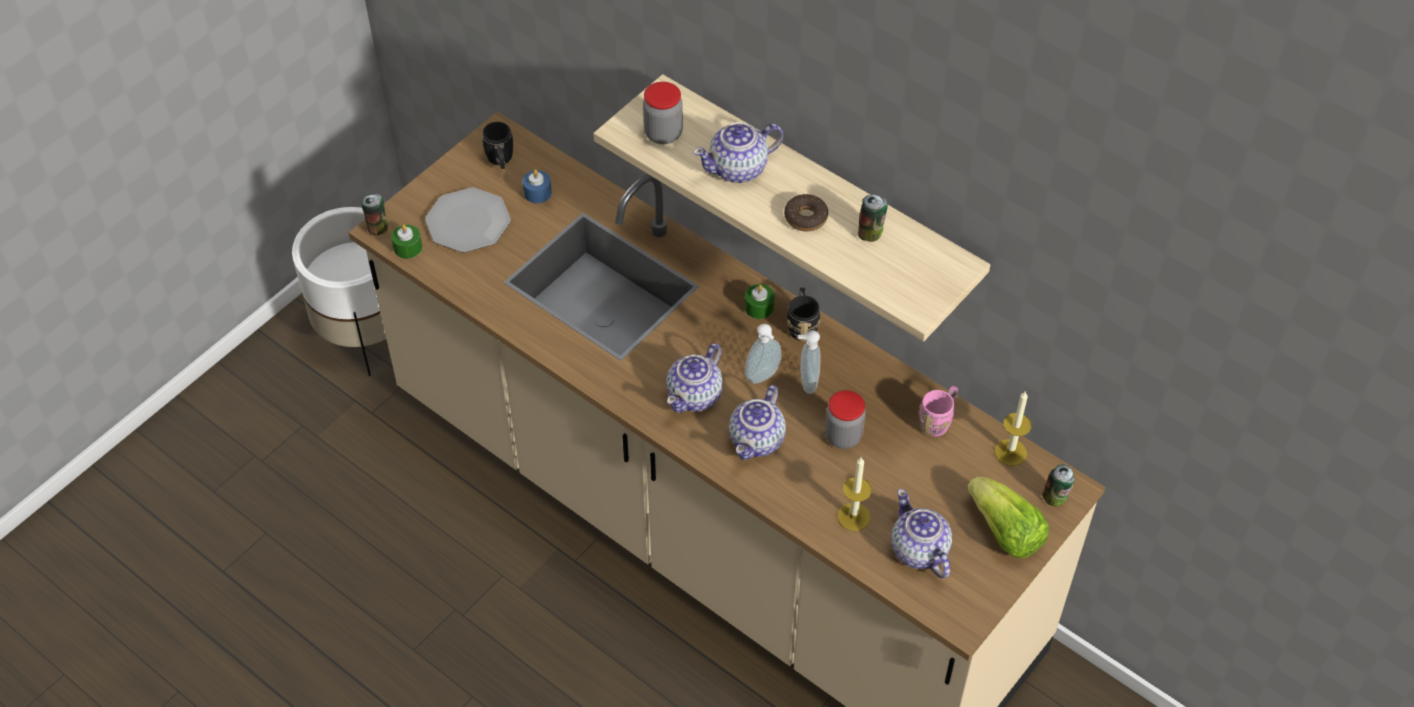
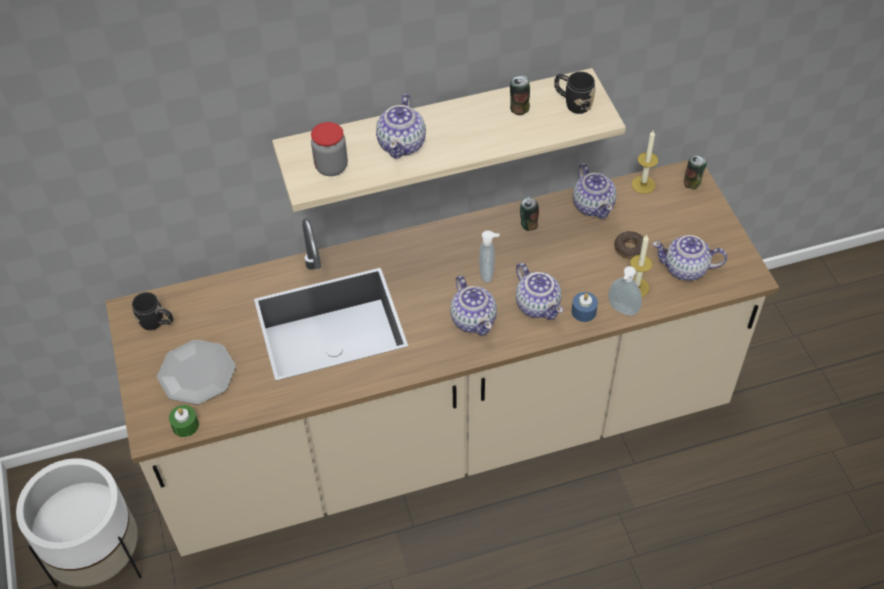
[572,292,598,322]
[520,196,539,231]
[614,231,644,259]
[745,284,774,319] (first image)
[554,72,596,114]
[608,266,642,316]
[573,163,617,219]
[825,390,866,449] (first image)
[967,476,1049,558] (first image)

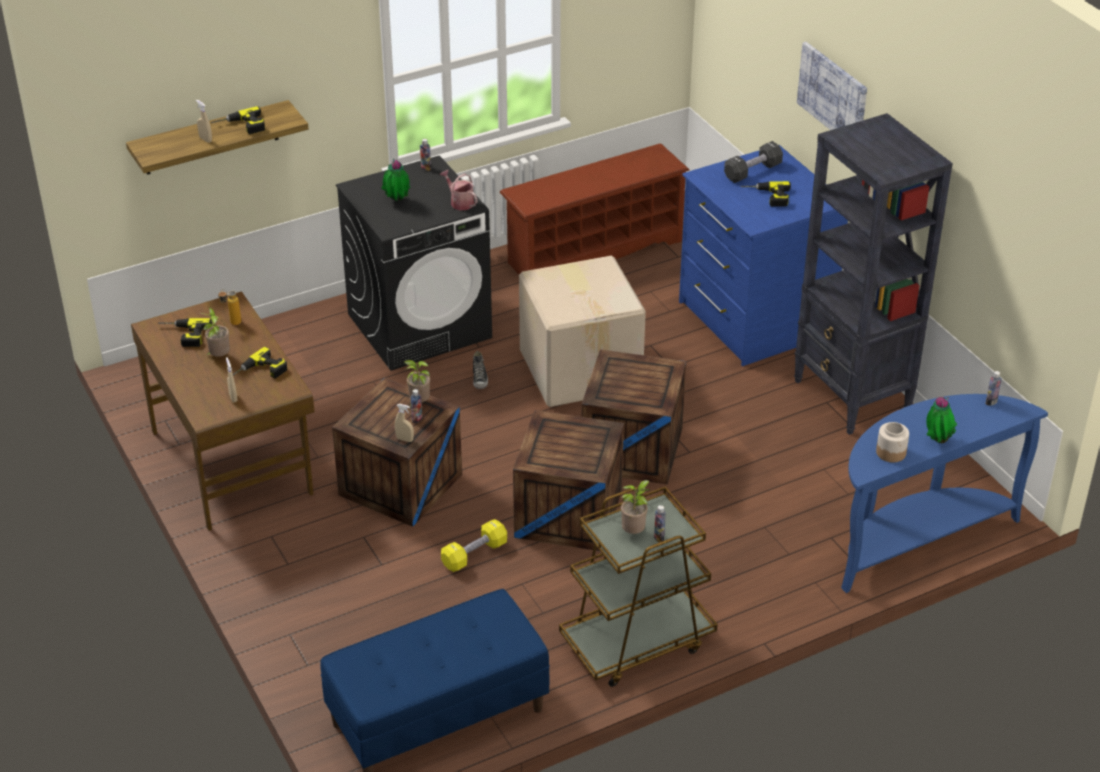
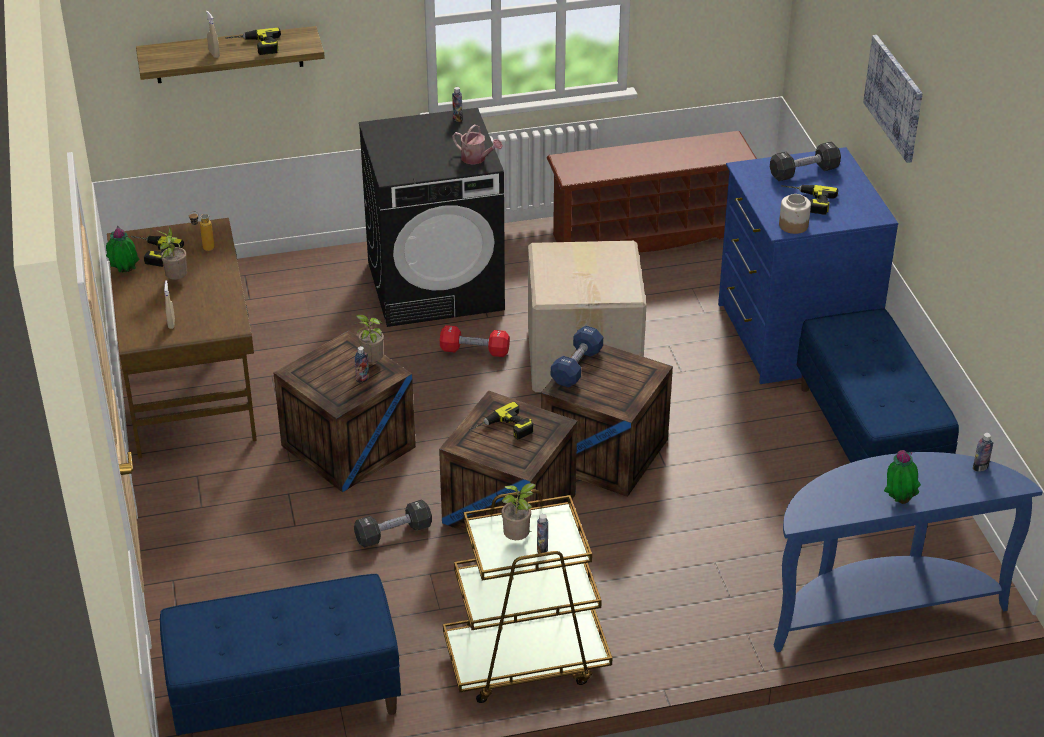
[797,308,959,463]
[106,226,139,273]
[452,124,503,165]
[469,402,533,440]
[440,325,510,357]
[395,404,414,442] (first image)
[779,194,811,234]
[354,500,432,547]
[551,326,603,387]

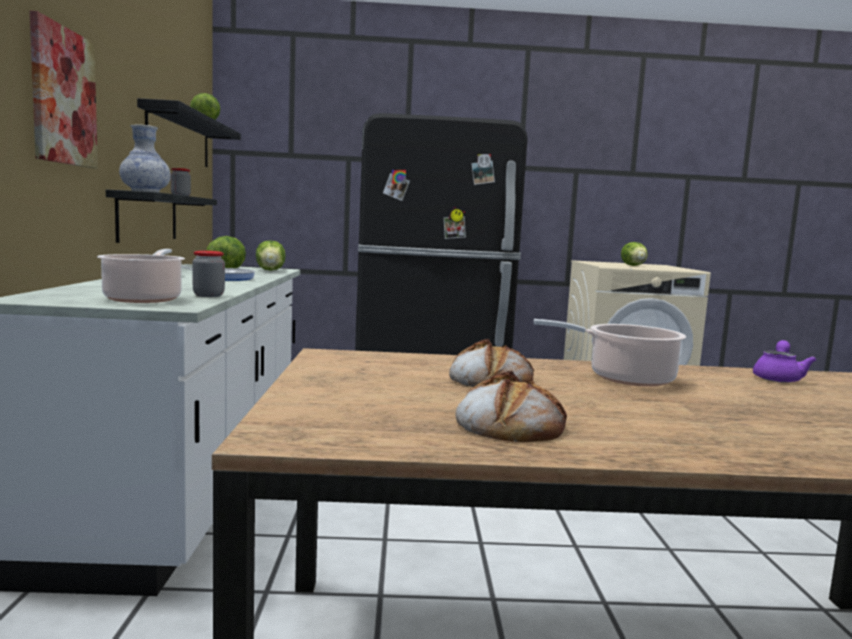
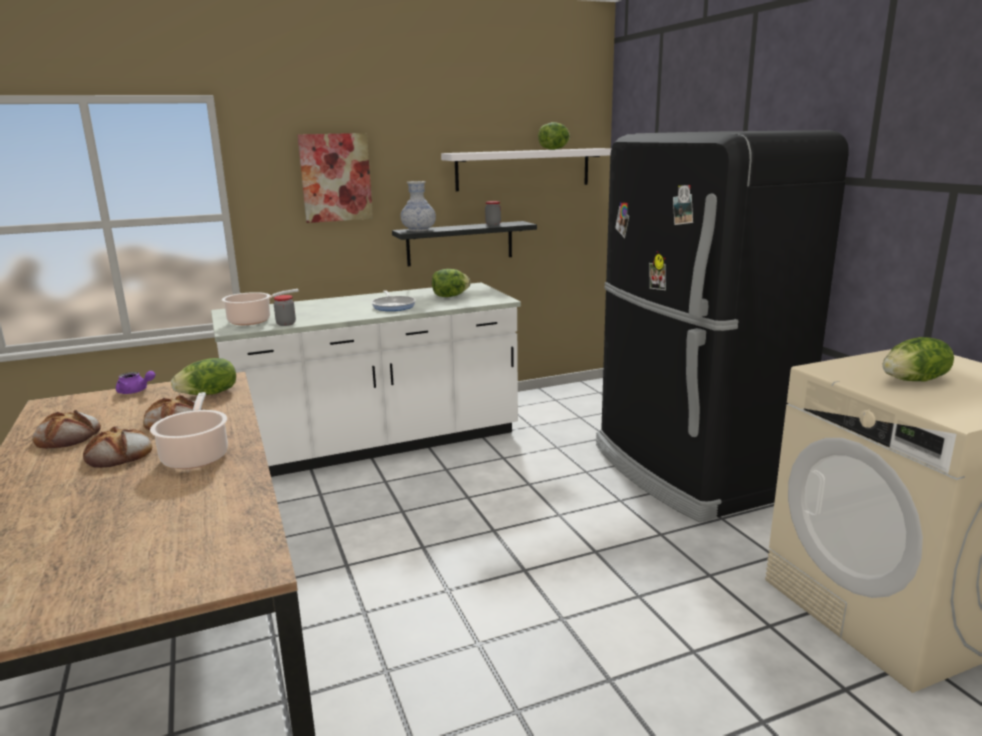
[441,148,611,191]
[171,358,236,395]
[116,371,155,394]
[83,426,152,468]

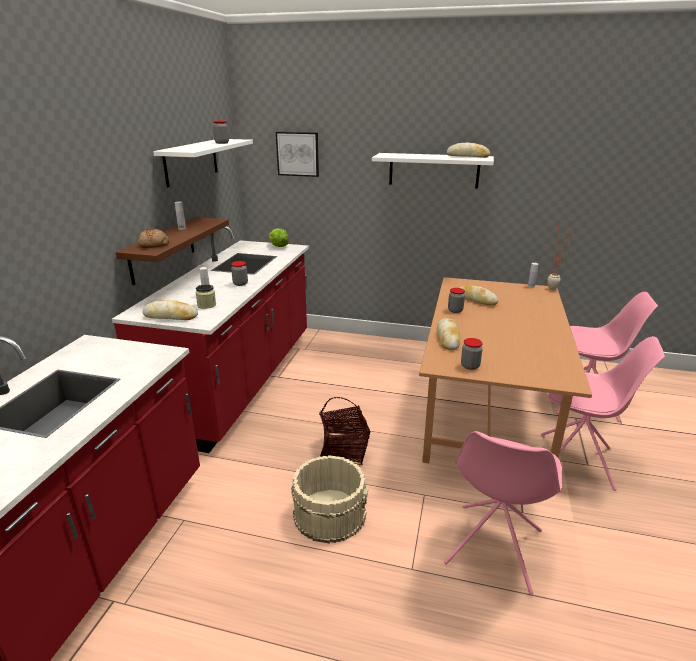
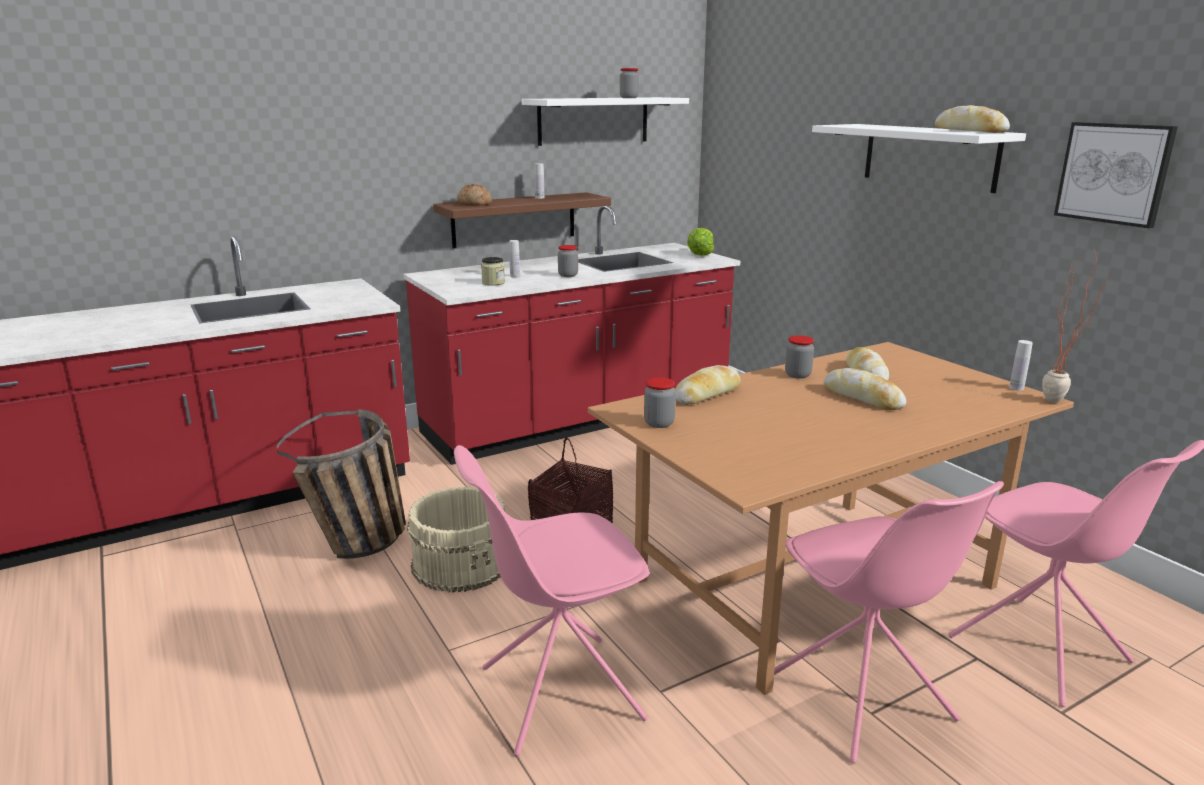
[1054,122,1178,228]
[824,368,906,410]
[277,409,406,559]

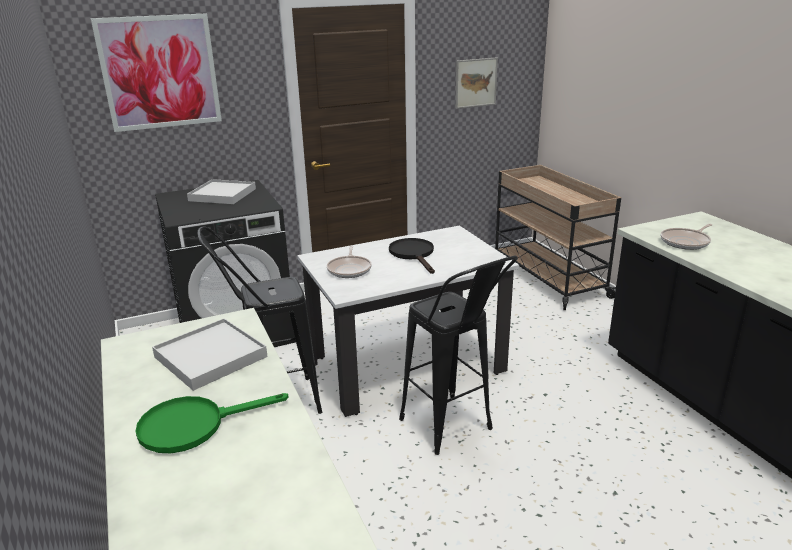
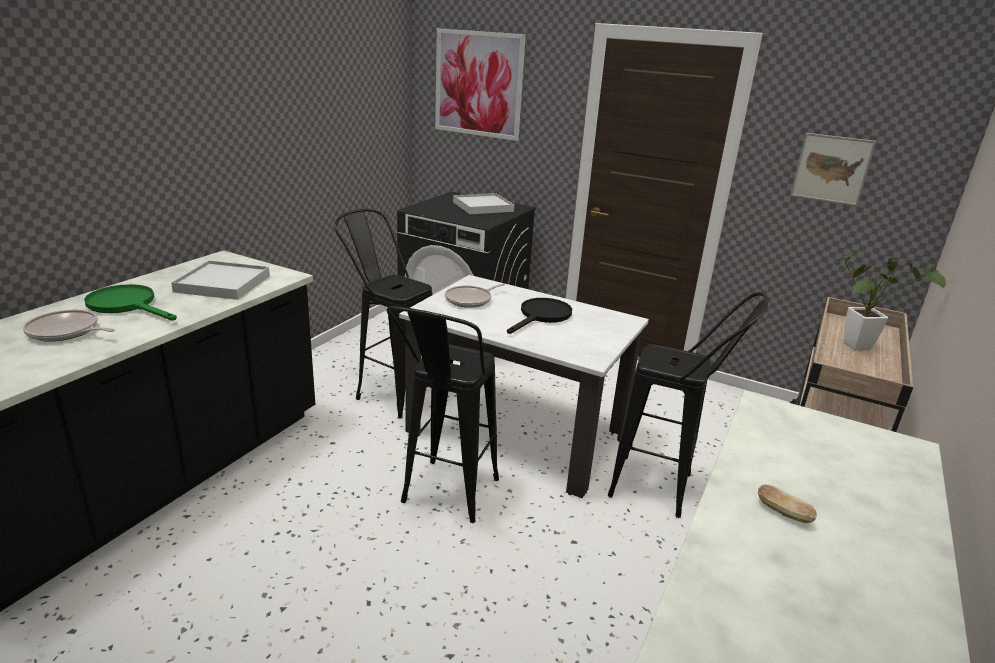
[23,310,115,342]
[833,252,946,351]
[608,292,769,518]
[758,484,817,523]

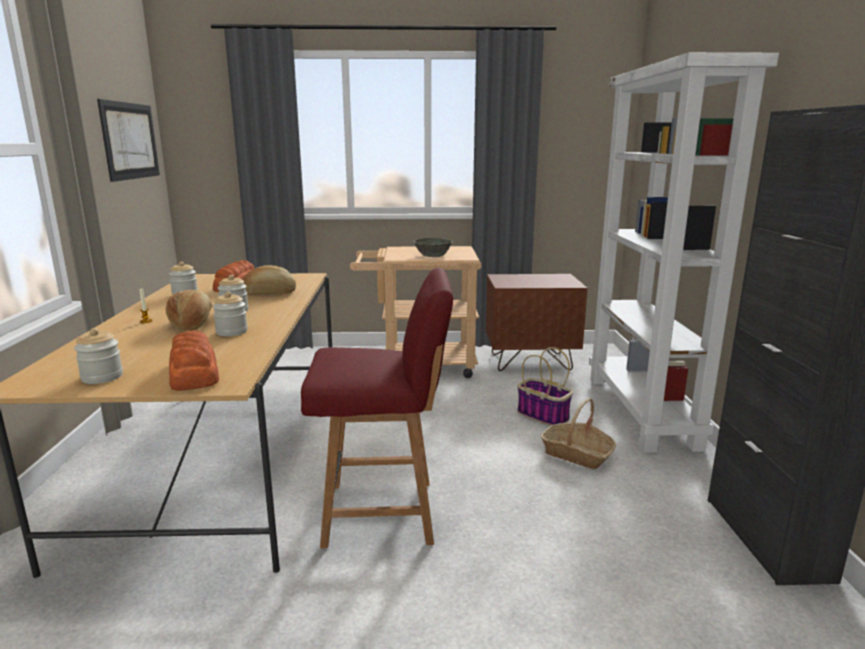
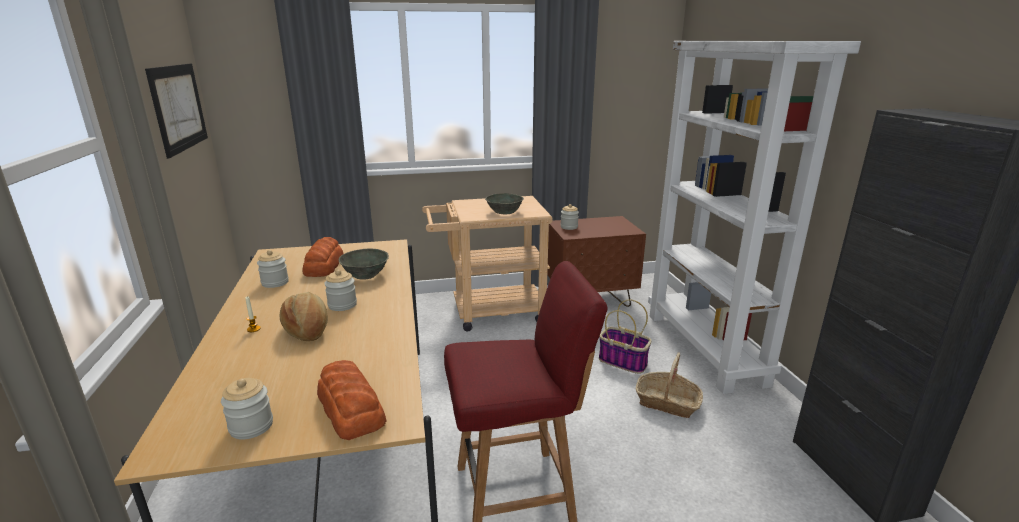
[339,249,389,280]
[561,204,579,230]

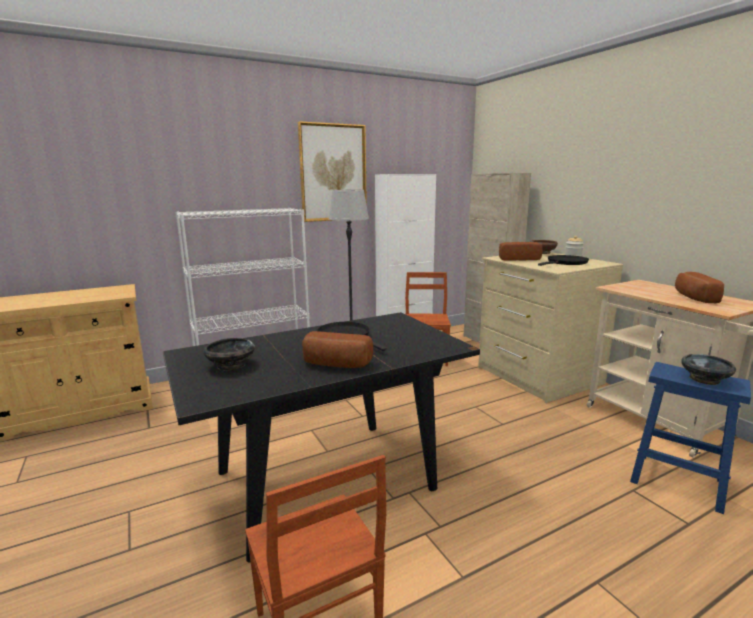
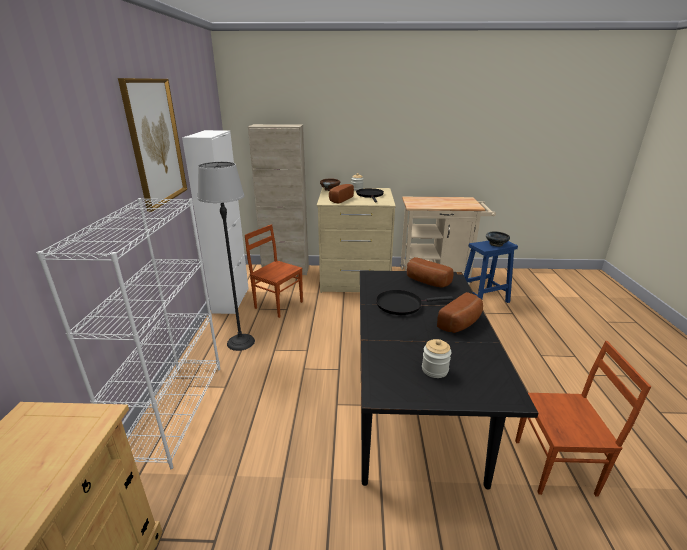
[407,257,454,288]
[422,339,451,378]

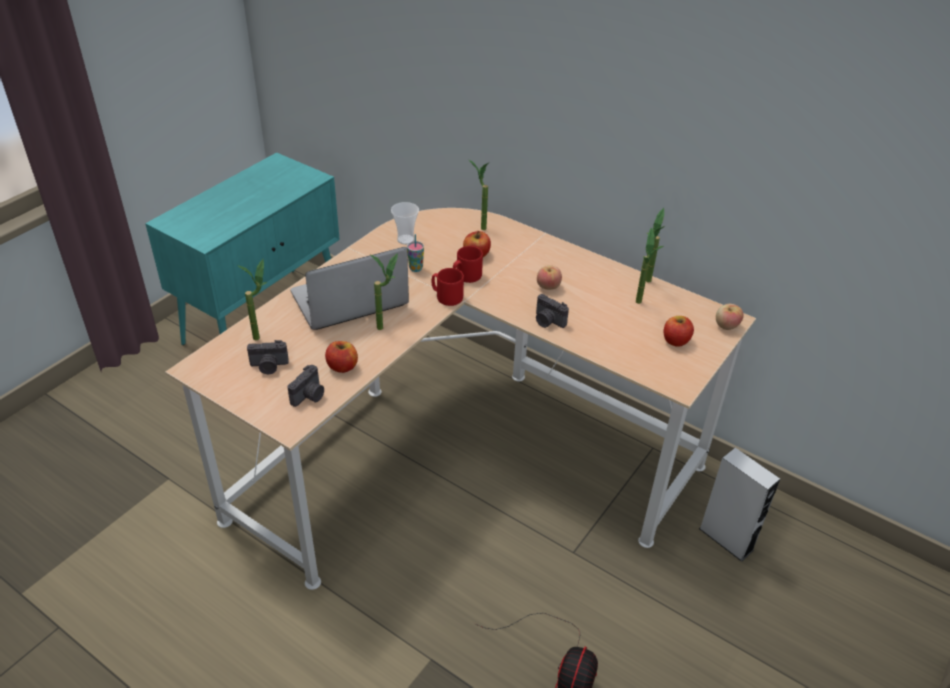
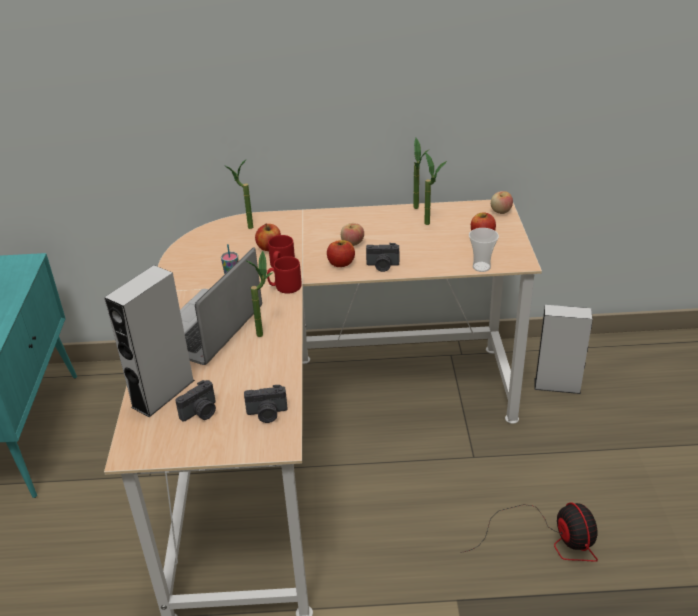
[469,228,499,272]
[104,265,195,417]
[327,240,355,267]
[244,385,288,423]

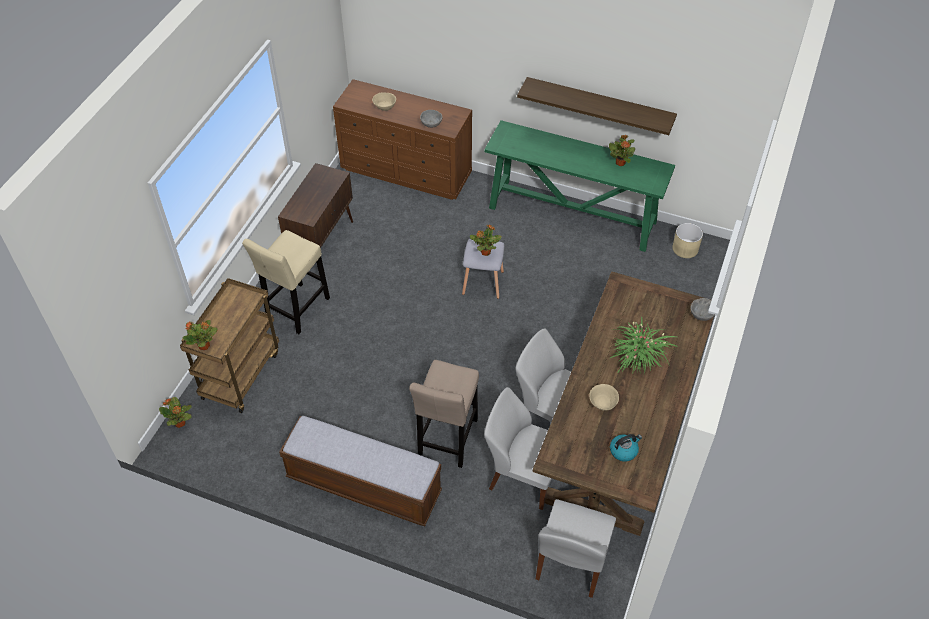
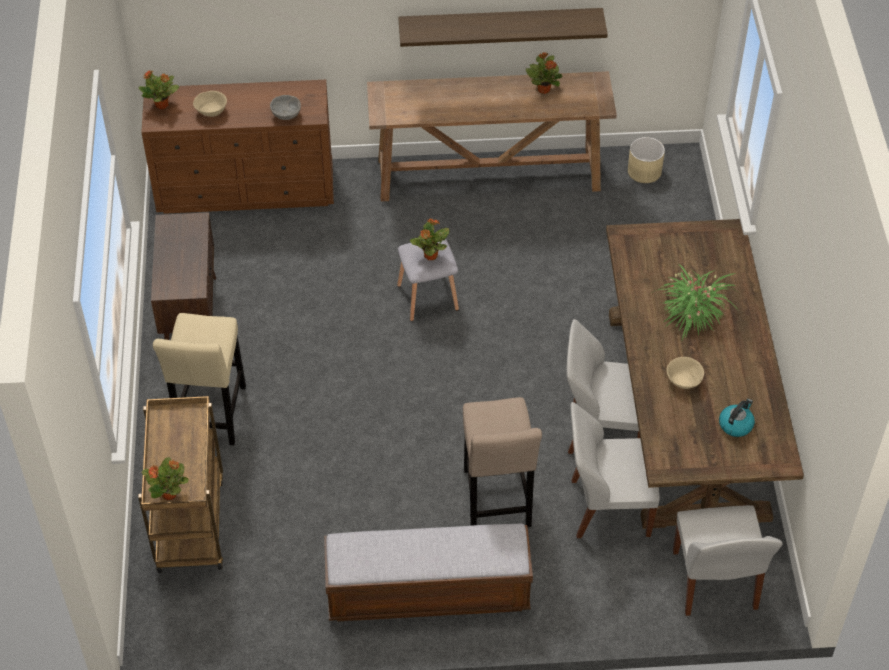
[367,71,617,201]
[691,298,715,321] (first image)
[138,70,179,109]

